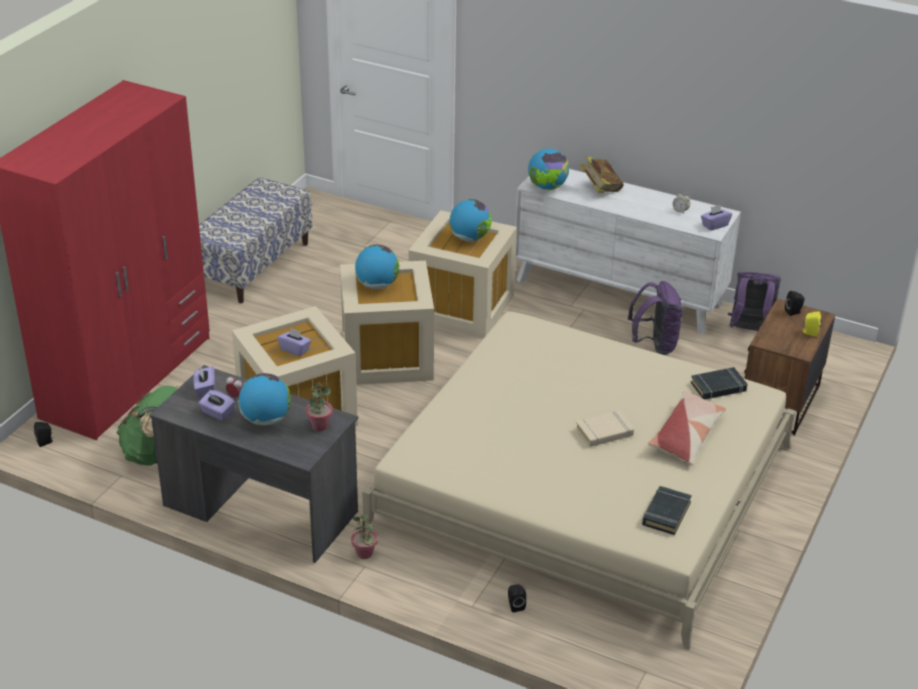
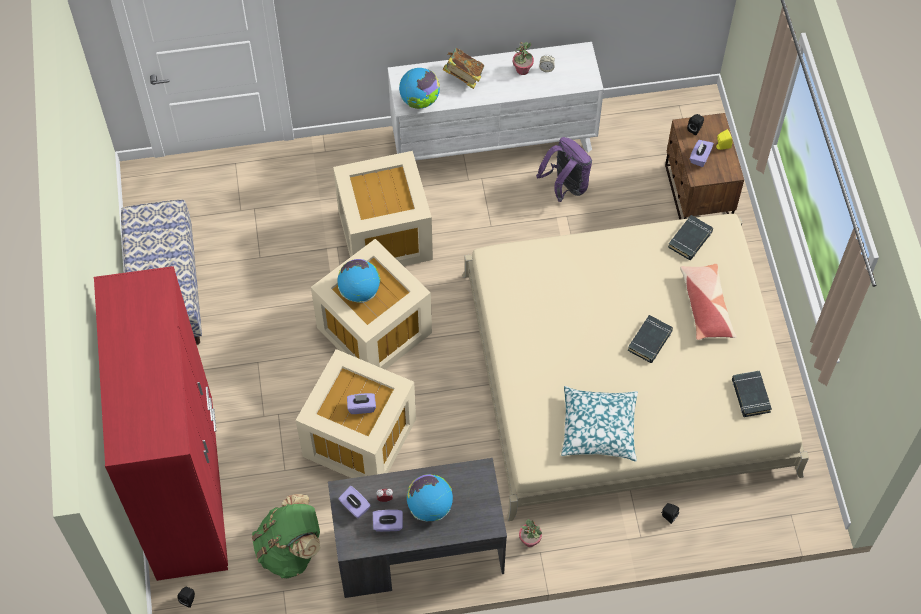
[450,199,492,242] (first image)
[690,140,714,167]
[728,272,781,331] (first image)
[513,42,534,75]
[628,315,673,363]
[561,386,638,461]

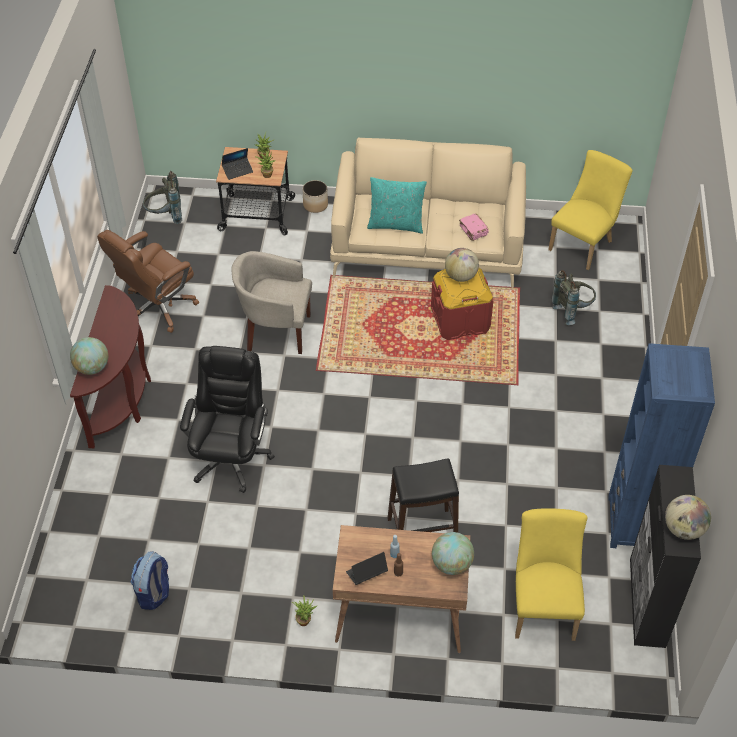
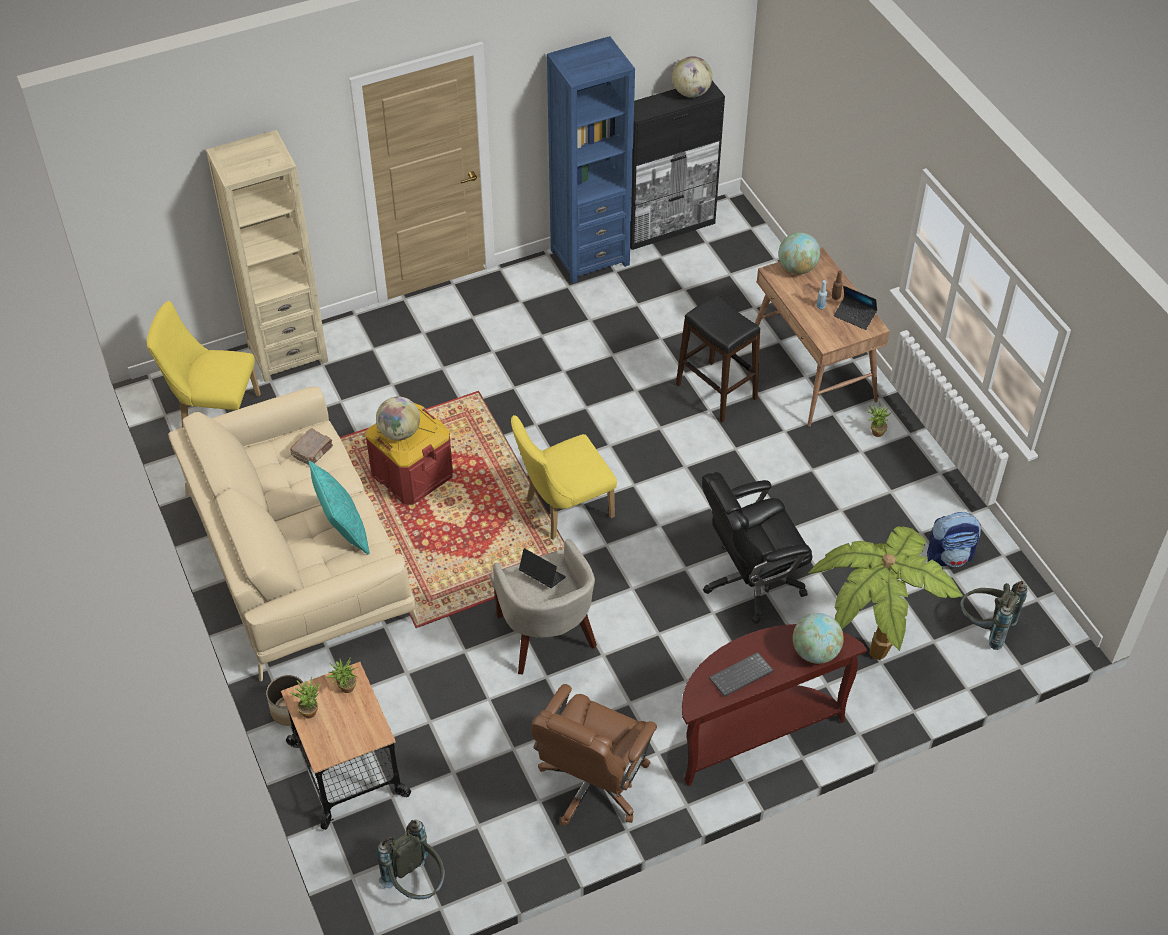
[519,548,566,588]
[290,429,333,465]
[531,684,657,826]
[960,581,1028,650]
[511,415,617,540]
[206,130,328,382]
[808,526,963,660]
[709,652,774,697]

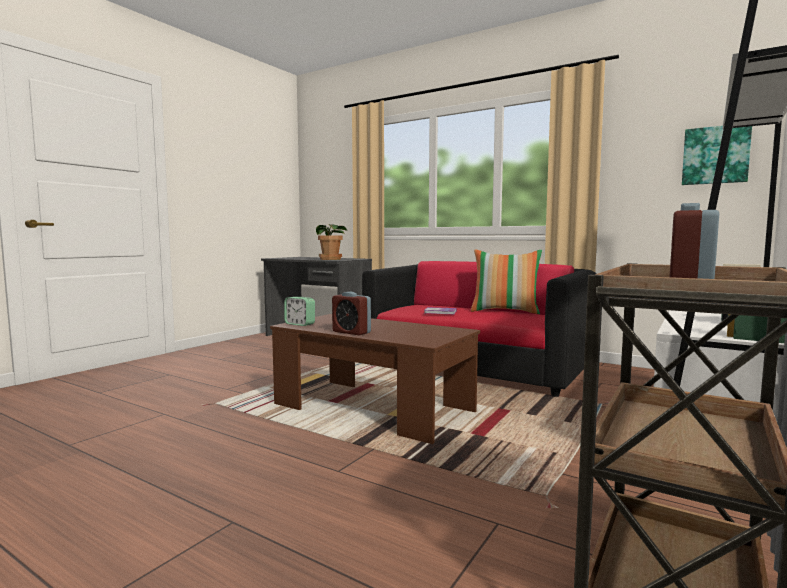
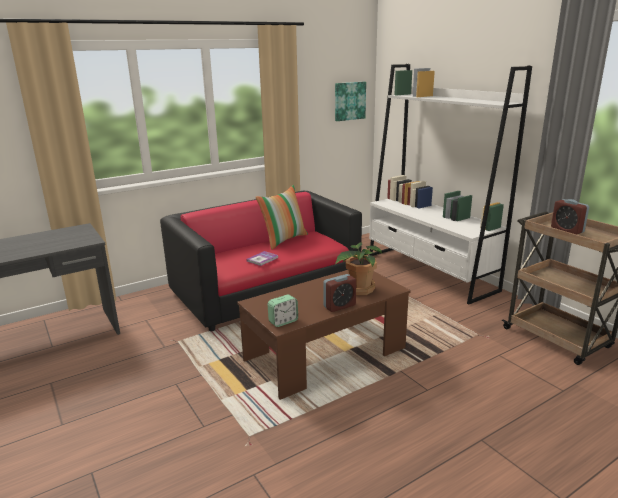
[335,242,382,295]

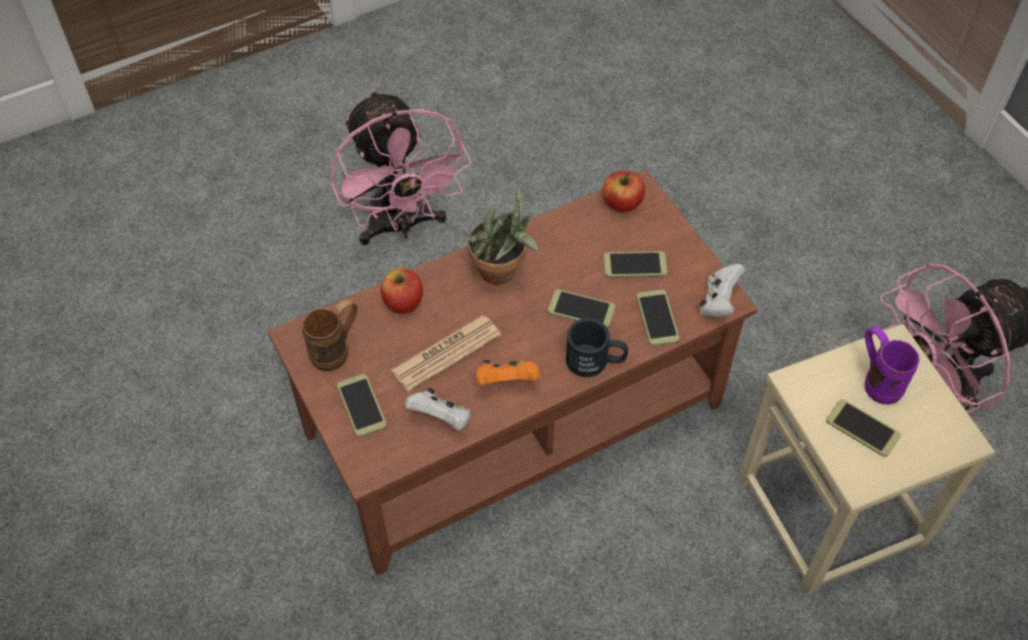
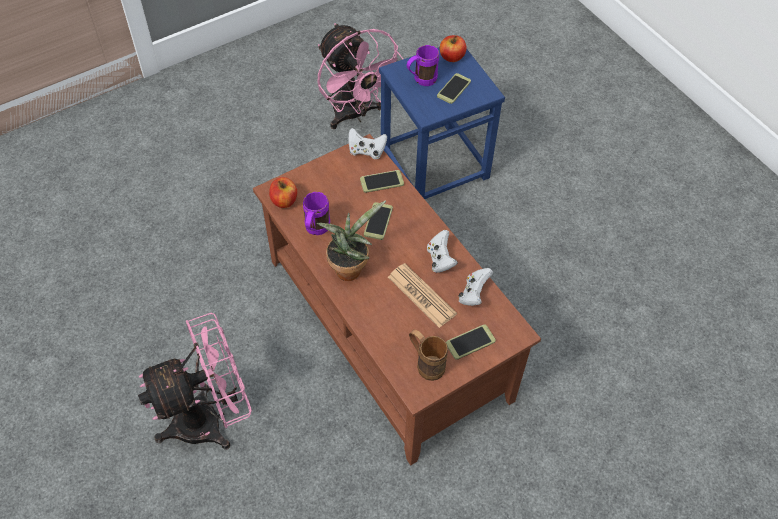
[604,251,668,278] (first image)
[440,35,467,62]
[566,318,628,377] (first image)
[379,47,505,199]
[427,230,458,273]
[303,192,330,235]

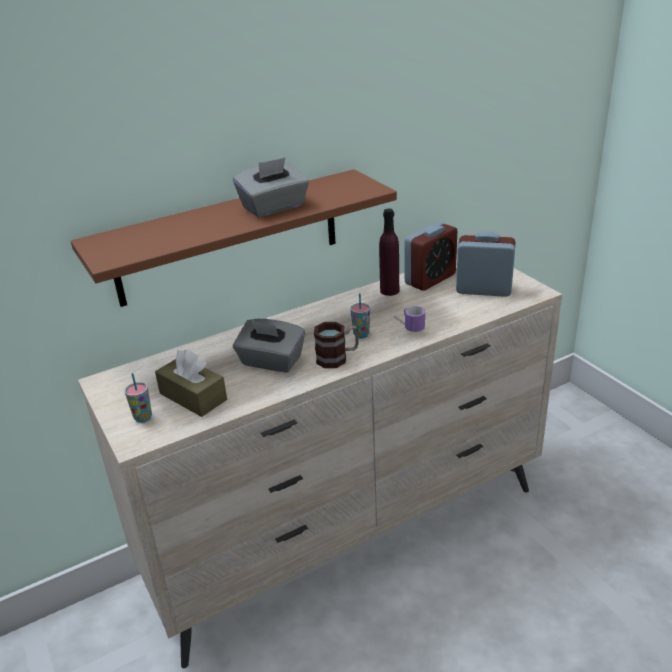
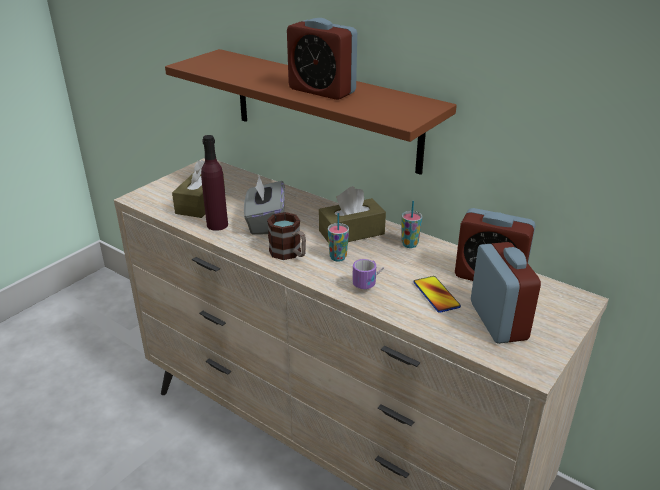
[287,18,357,100]
[201,135,228,231]
[402,201,422,248]
[319,186,386,243]
[413,276,461,313]

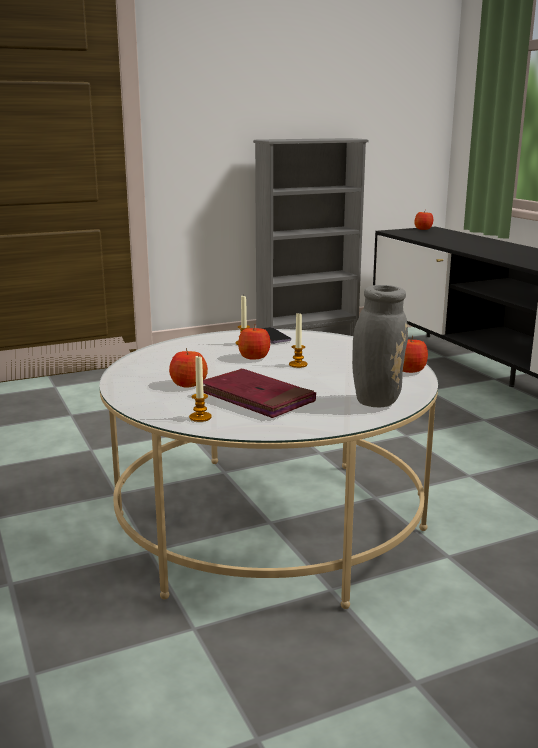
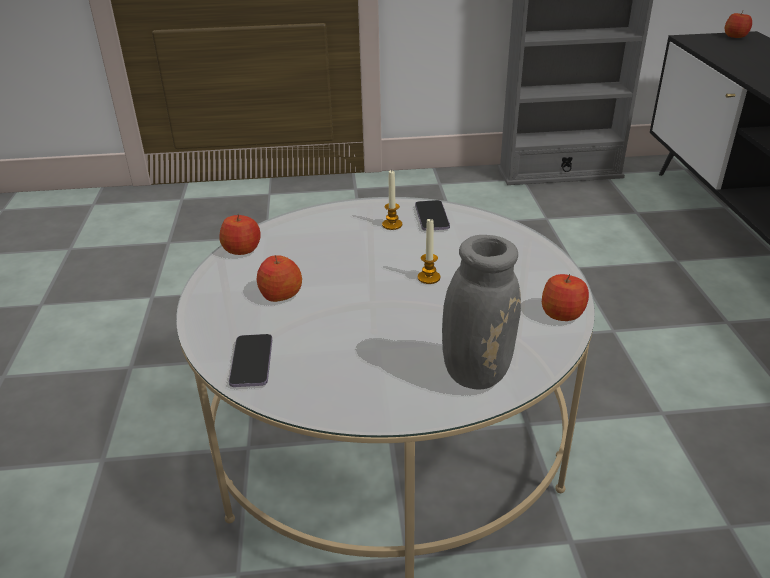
[220,214,260,255]
[229,334,272,387]
[203,369,316,418] (first image)

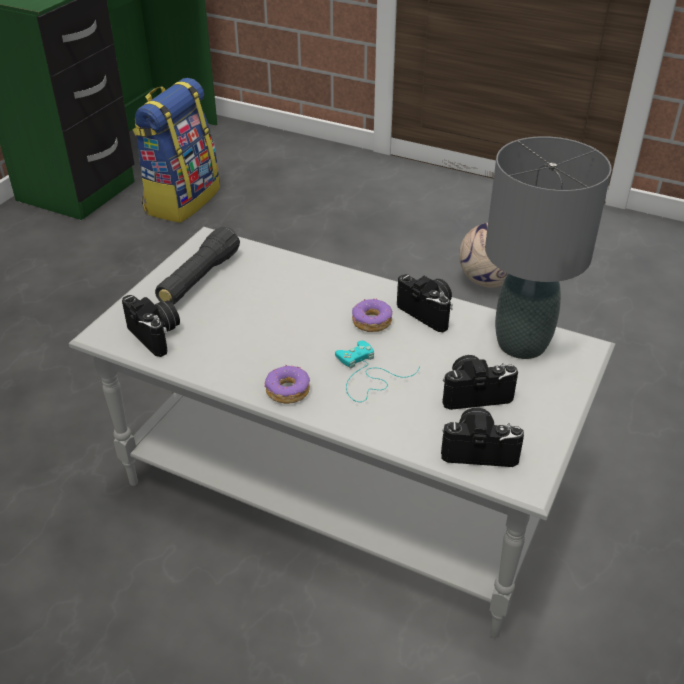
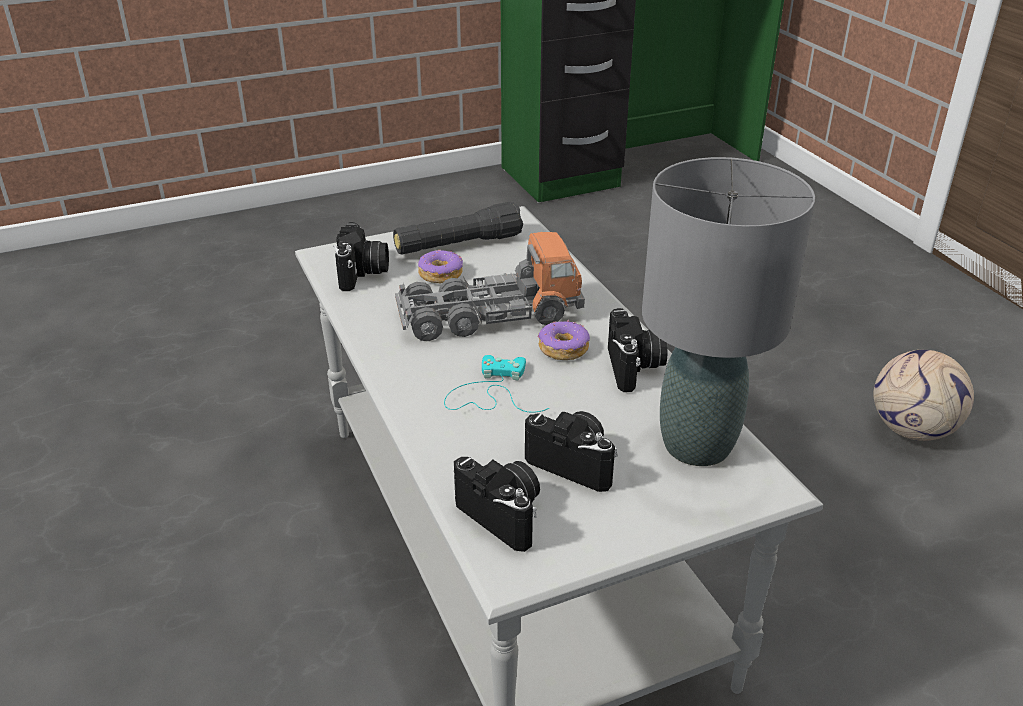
[133,78,220,223] (first image)
[418,250,463,284]
[395,232,585,341]

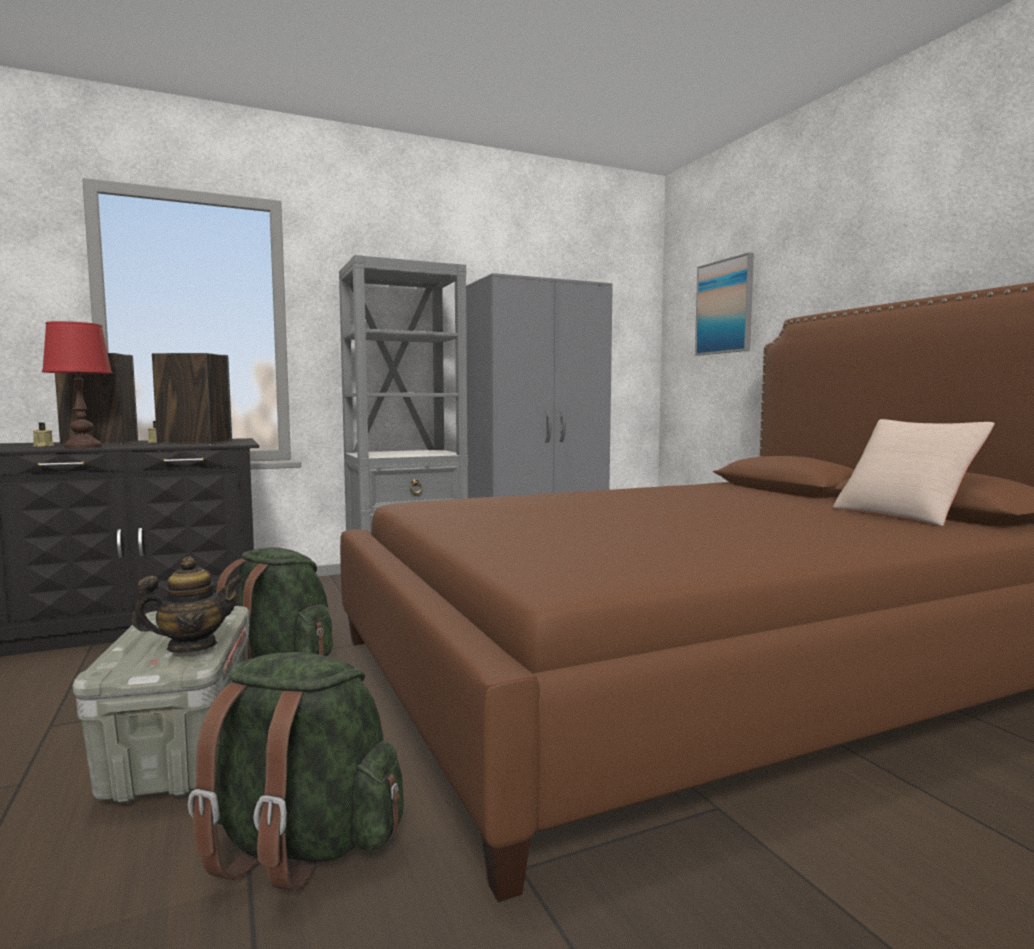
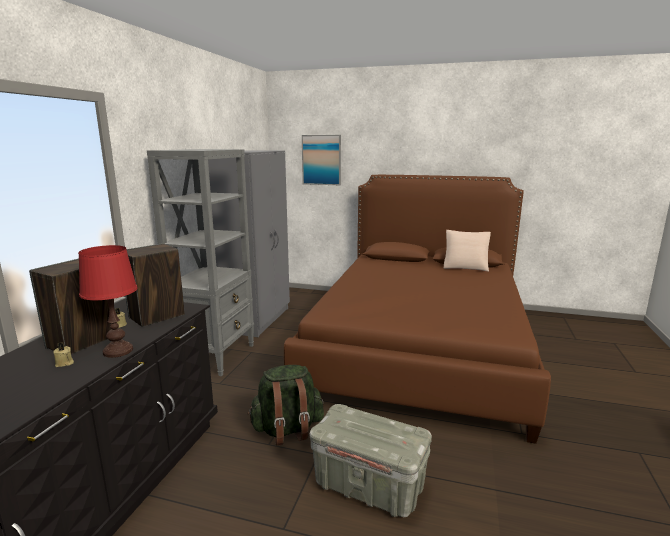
[131,556,243,653] (first image)
[188,652,404,890] (first image)

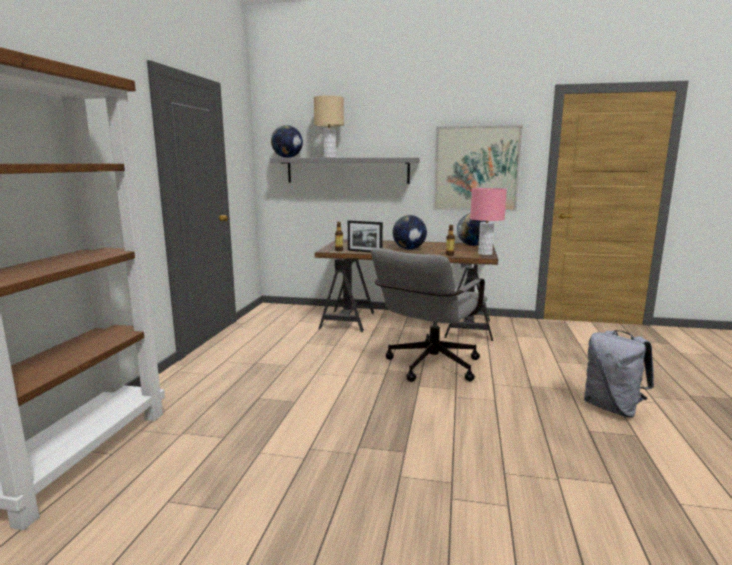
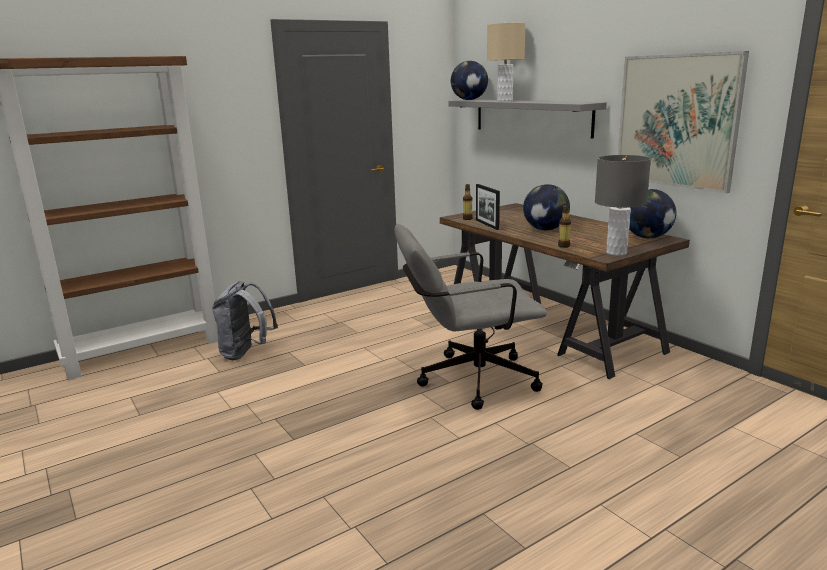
[595,155,651,256]
[212,281,278,360]

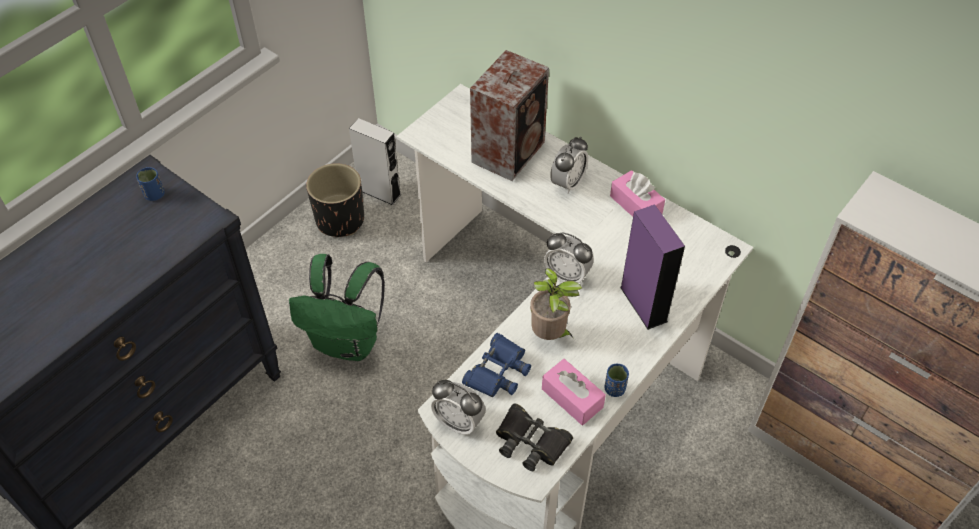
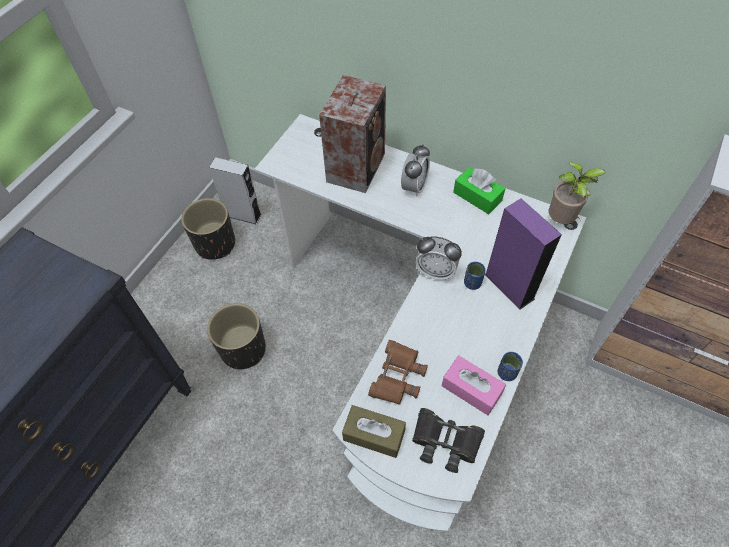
[464,262,486,290]
[453,167,505,214]
[207,303,266,369]
[549,162,606,224]
[368,340,428,404]
[342,405,406,458]

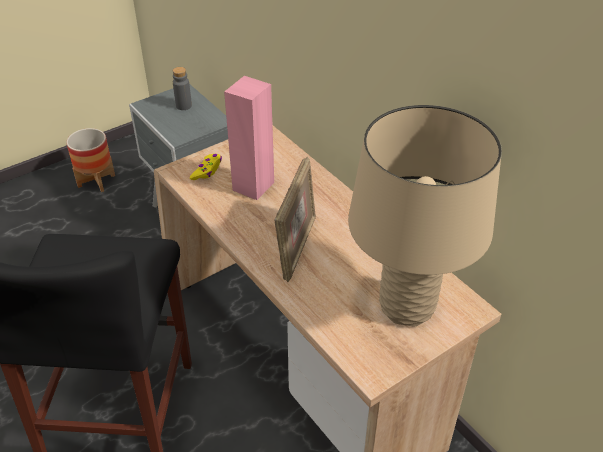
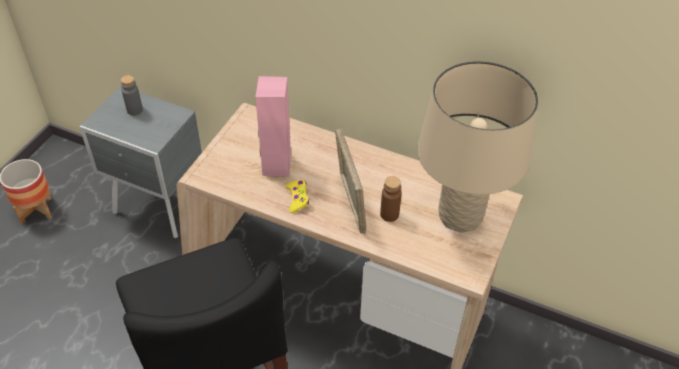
[286,180,309,213]
[380,176,402,222]

